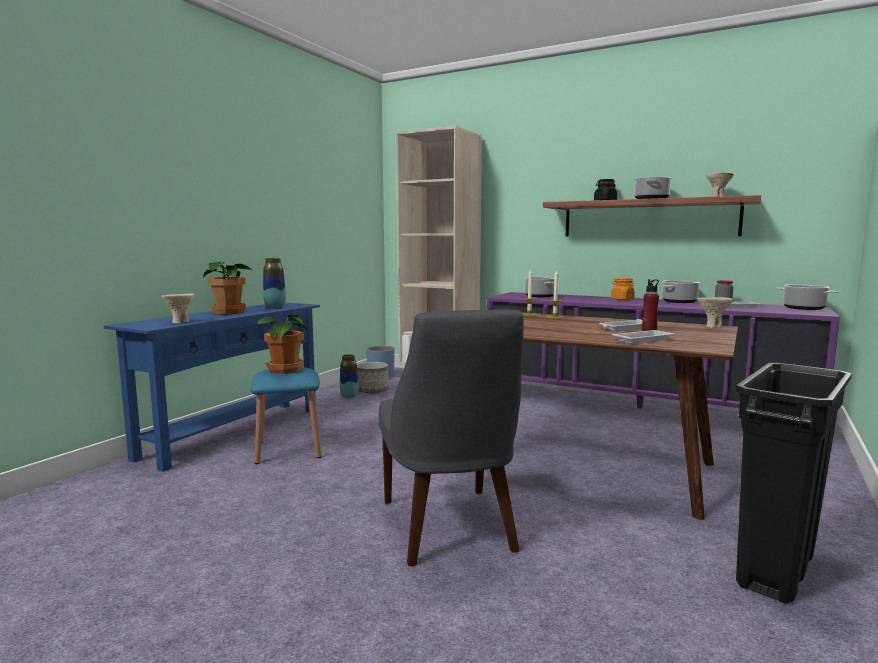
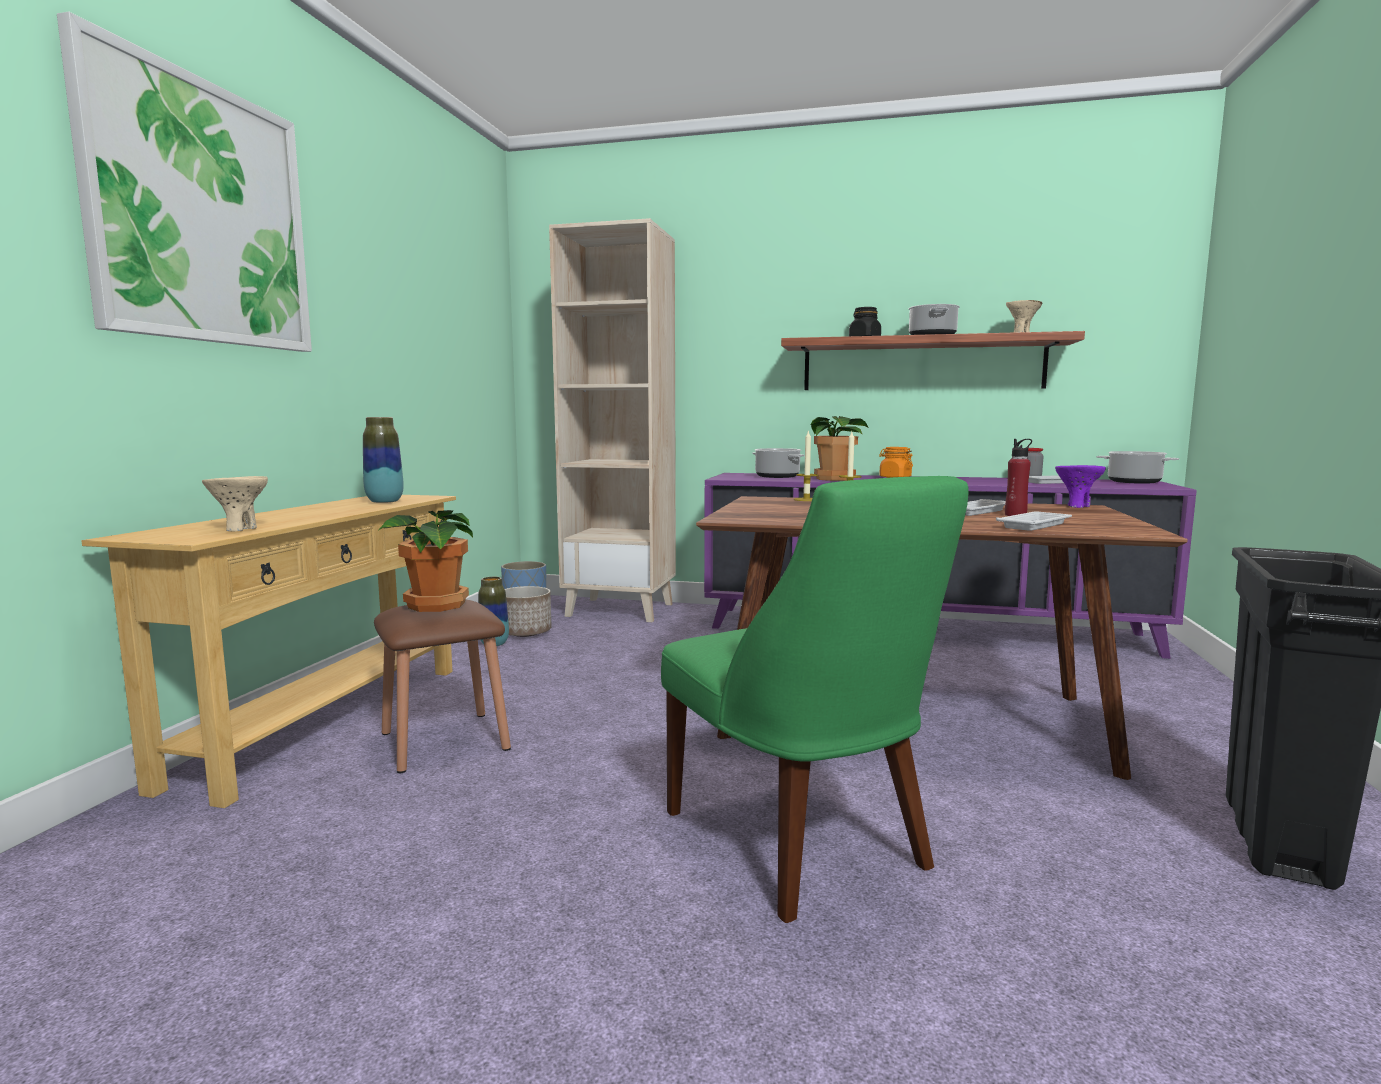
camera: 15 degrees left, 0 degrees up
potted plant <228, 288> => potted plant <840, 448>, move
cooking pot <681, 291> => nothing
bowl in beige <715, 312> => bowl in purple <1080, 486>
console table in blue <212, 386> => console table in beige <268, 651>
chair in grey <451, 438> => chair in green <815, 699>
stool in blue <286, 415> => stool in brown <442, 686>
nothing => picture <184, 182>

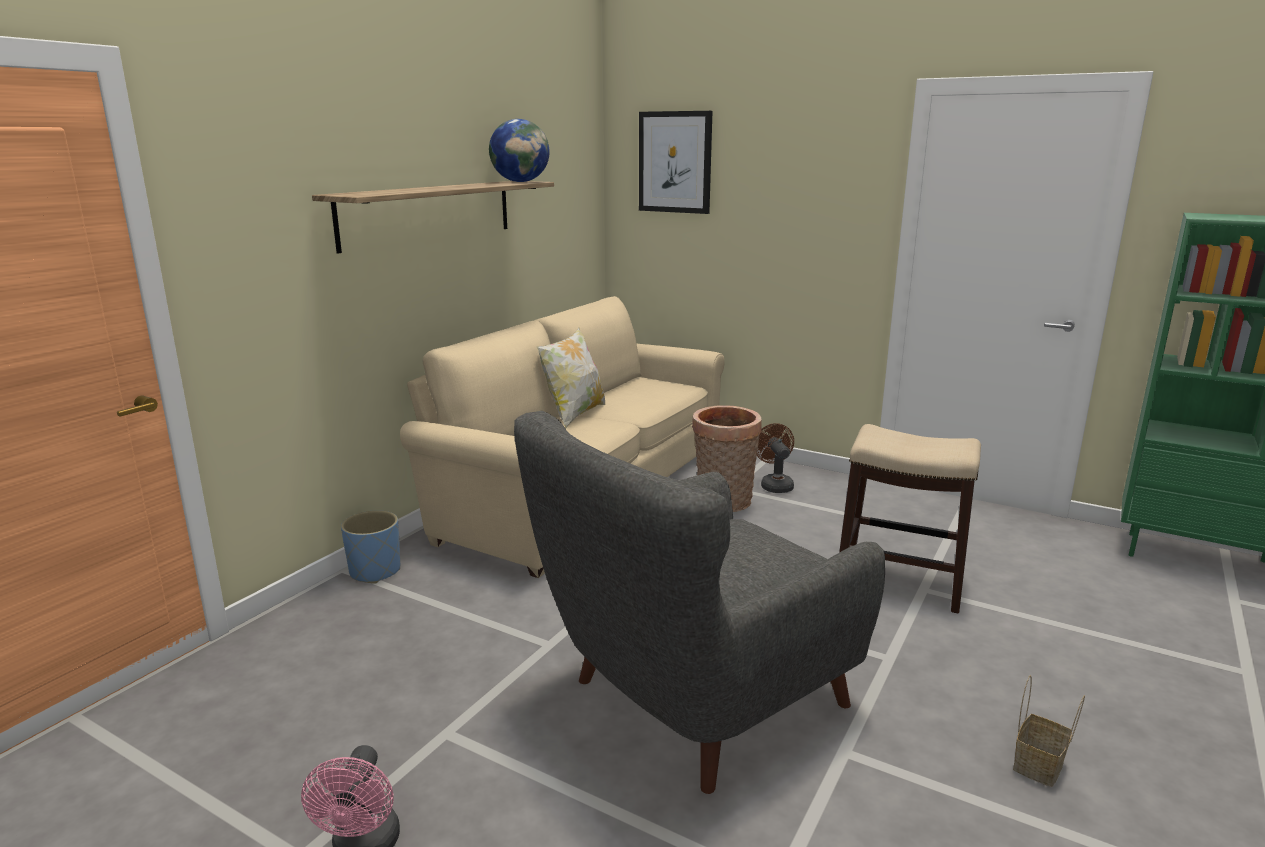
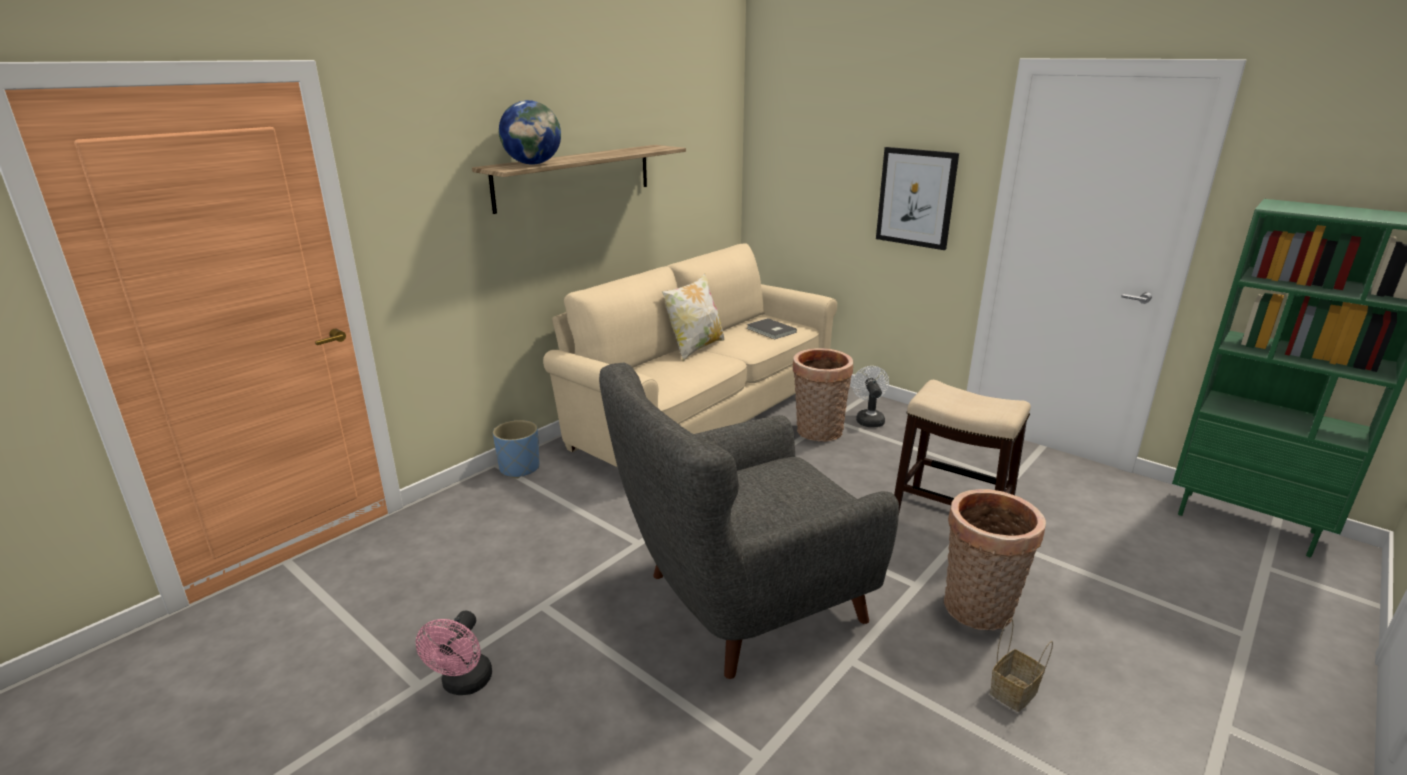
camera: 10 degrees right, 5 degrees up
picture <676, 162> => picture <917, 198>, move
globe <519, 150> => globe <530, 132>, move
fan in brown <775, 458> => fan in white <870, 396>
nothing => book in grey <771, 328>
nothing => basket <995, 560>

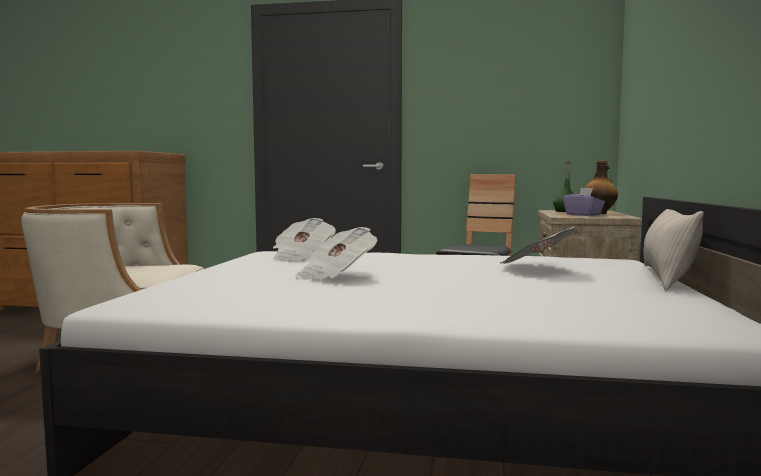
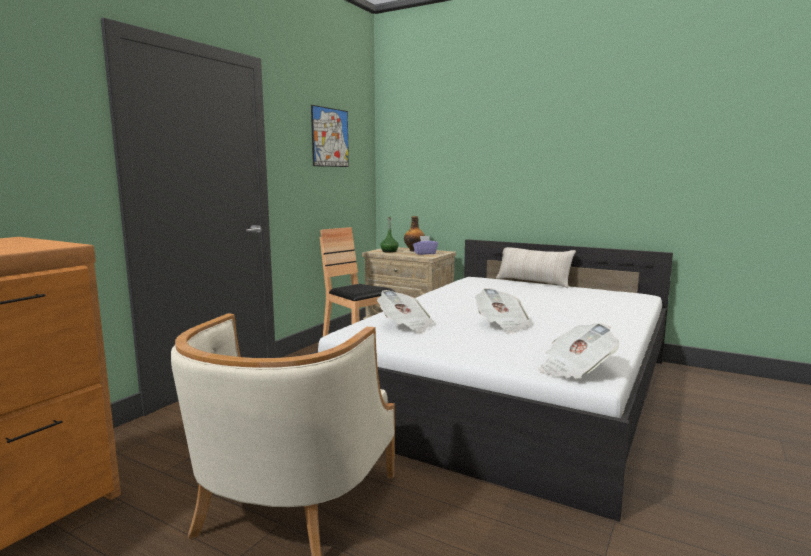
camera: 70 degrees left, 5 degrees up
newspaper <537, 245> => newspaper <579, 351>, move
nothing => picture <330, 136>

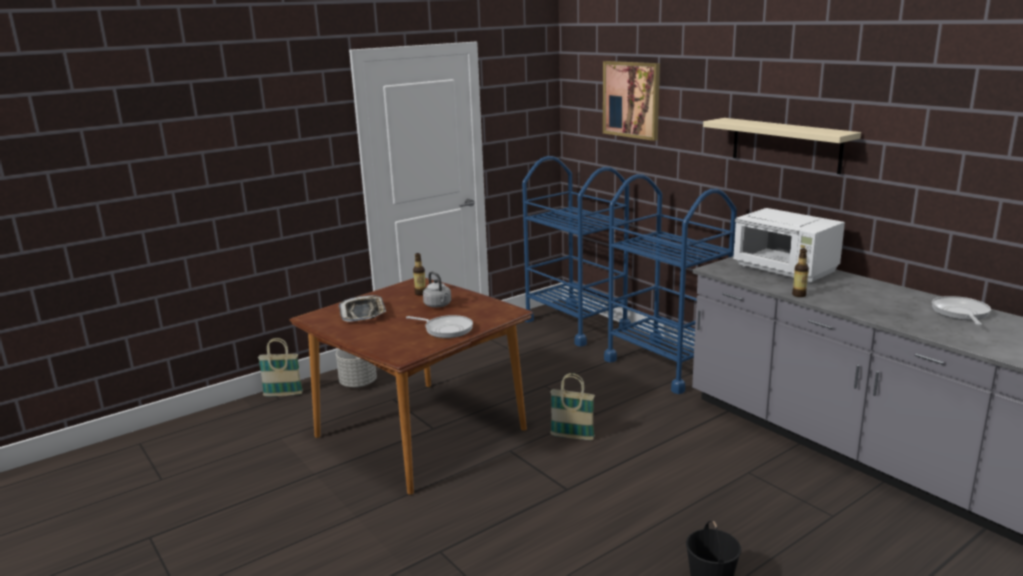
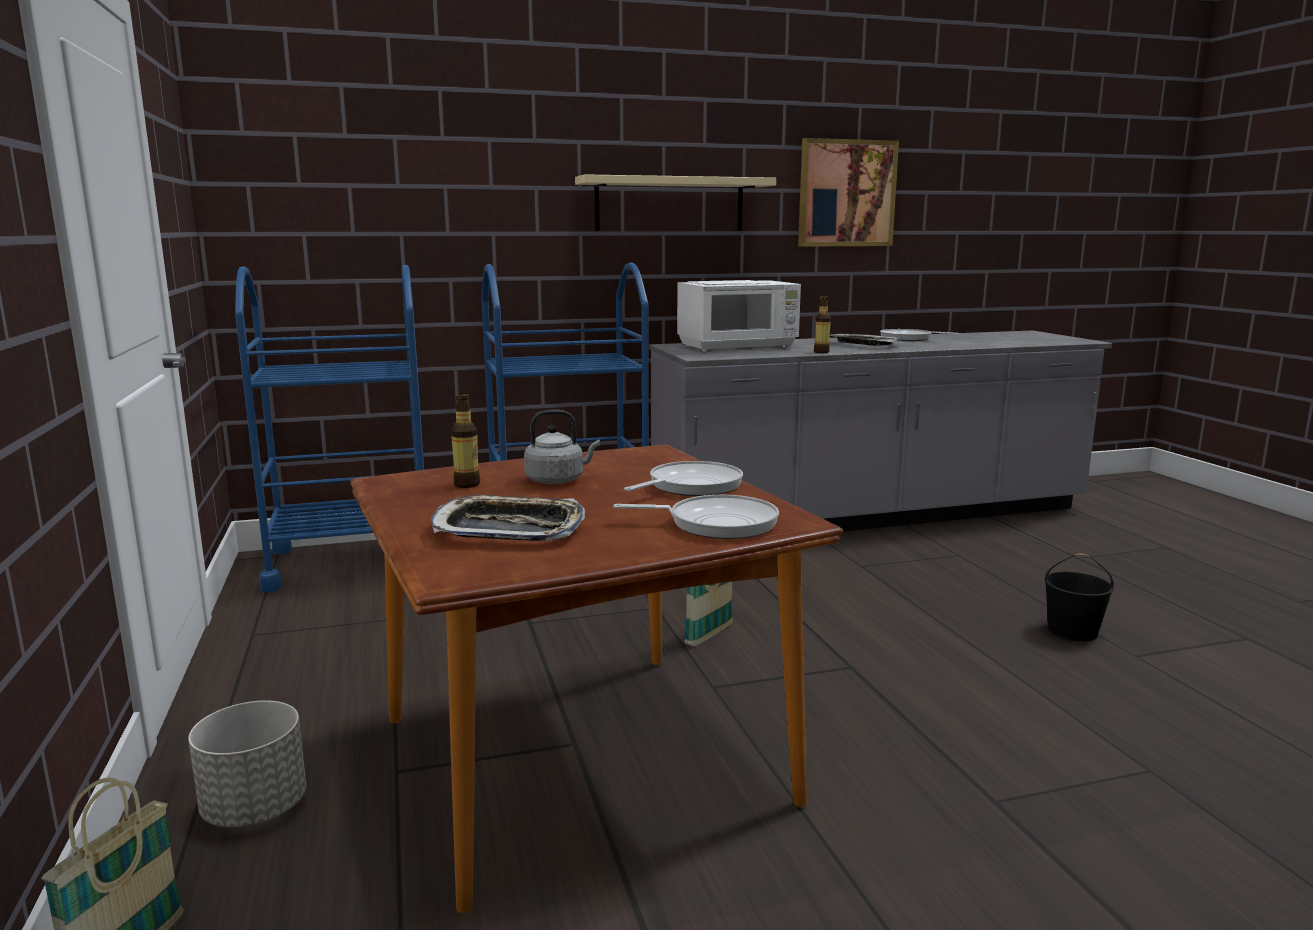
camera: 70 degrees left, 5 degrees down
picture <631, 101> => picture <848, 192>, move
nothing => tray <866, 340>
nothing => frying pan <696, 517>

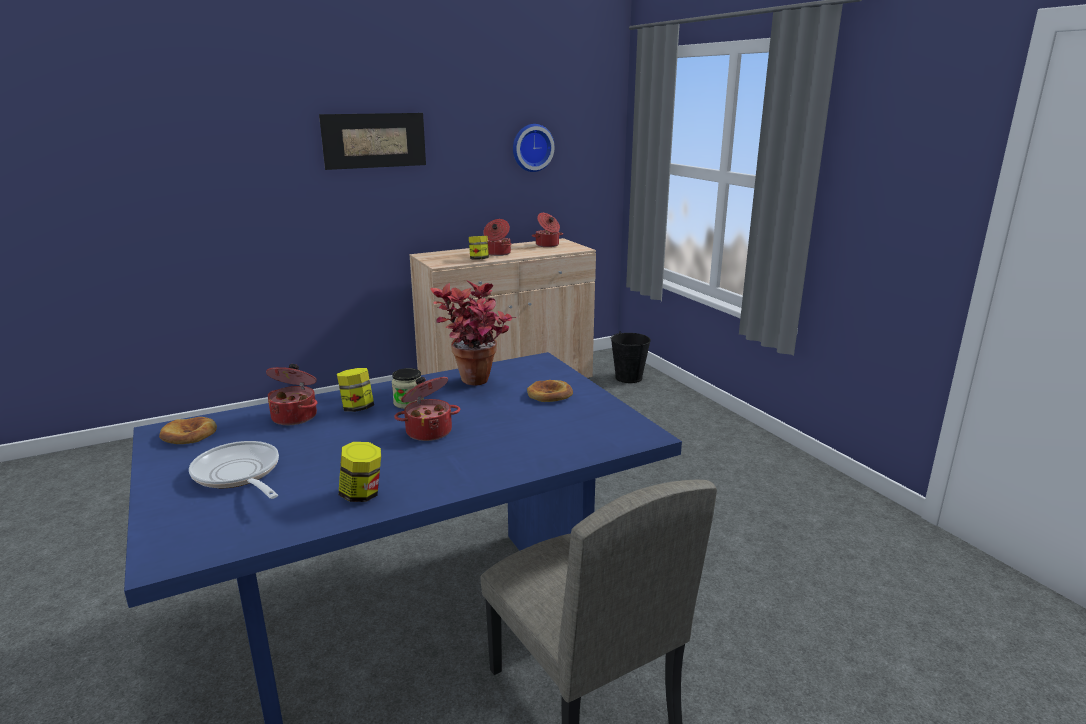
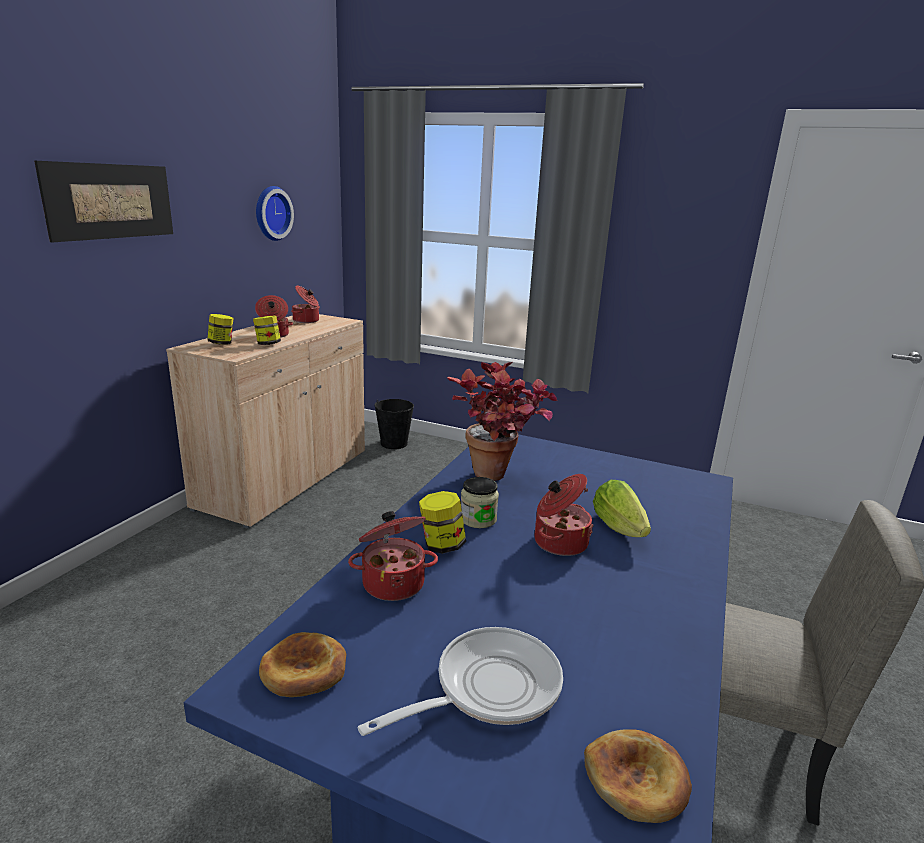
camera: 40 degrees left, 0 degrees up
bread <550, 391> => bread <638, 776>, move
frying pan <234, 470> => frying pan <460, 681>, 135 degrees clockwise
jar <360, 472> => jar <220, 329>, move
nothing => lettuce <622, 508>

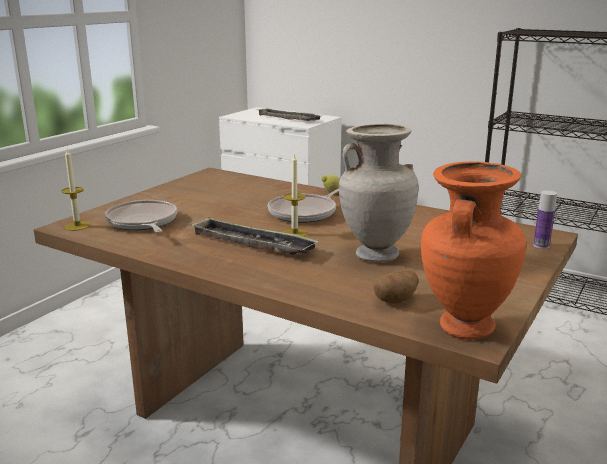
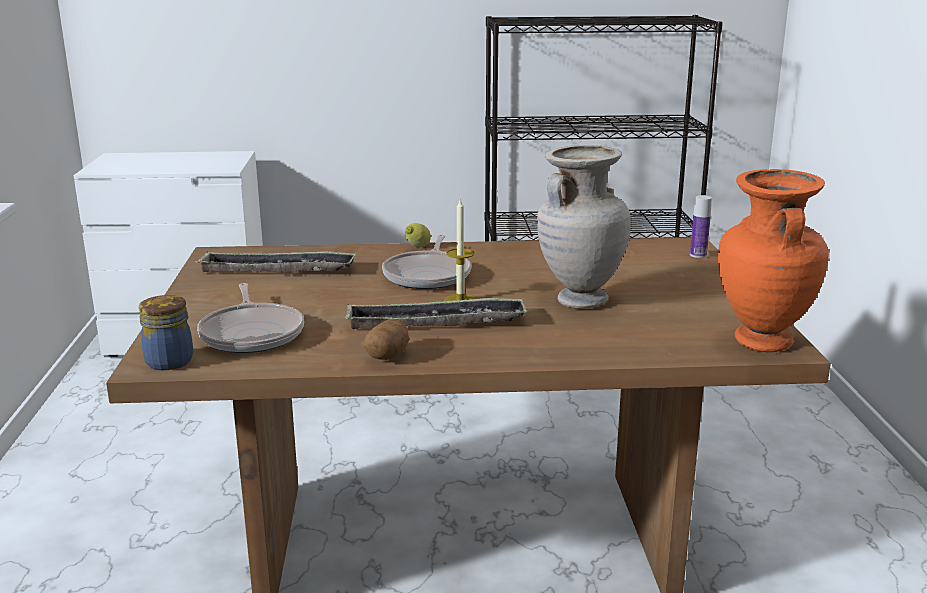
camera: 35 degrees left, 0 degrees up
tray <289, 114> => tray <276, 262>, move
candle <75, 190> => jar <166, 332>
frying pan <141, 216> => frying pan <250, 318>, 135 degrees counterclockwise
potato <396, 287> => potato <386, 339>, move

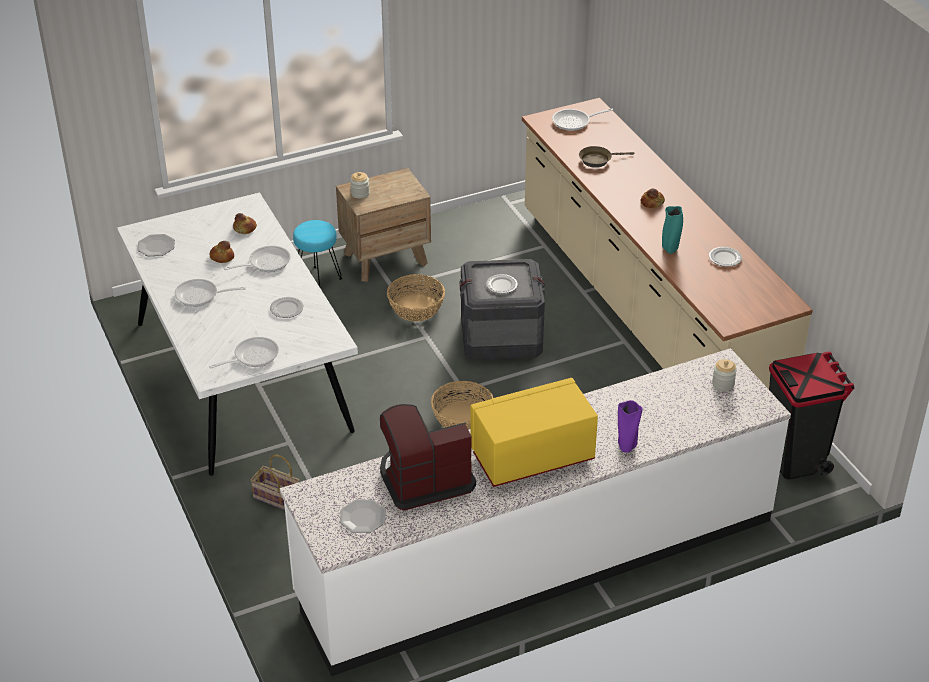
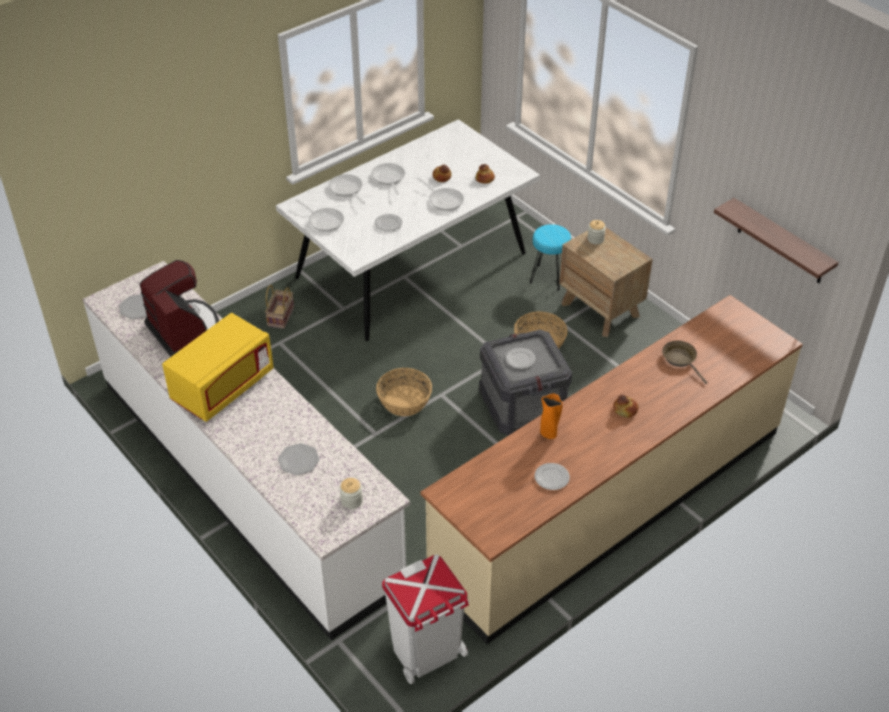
camera: 75 degrees right, 5 degrees up
frying pan <582, 120> => frying pan <346, 189>, move
vase in turquoise <672, 230> => vase in orange <551, 416>
plate <156, 245> => plate <299, 459>, move
trash can in black <811, 416> => trash can in white <425, 619>
microwave in yellow <534, 432> => microwave in yellow <218, 367>, 75 degrees clockwise
vase in purple <630, 426> => nothing
nothing => shelf <776, 240>

